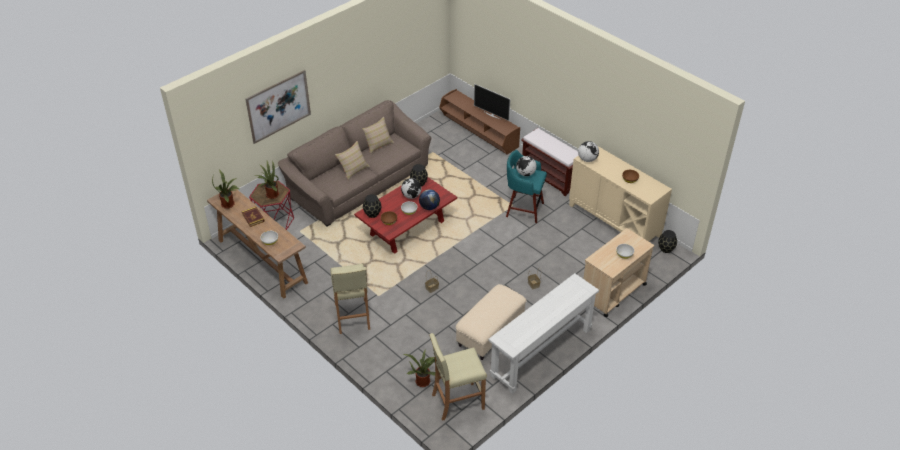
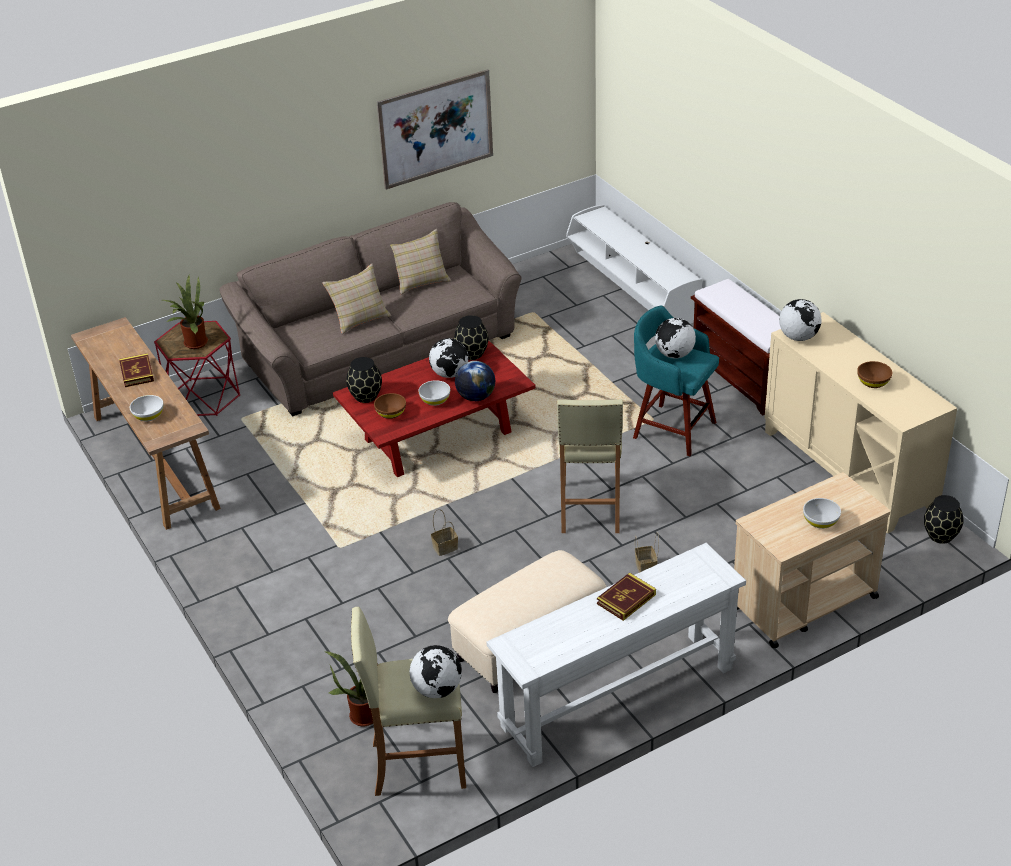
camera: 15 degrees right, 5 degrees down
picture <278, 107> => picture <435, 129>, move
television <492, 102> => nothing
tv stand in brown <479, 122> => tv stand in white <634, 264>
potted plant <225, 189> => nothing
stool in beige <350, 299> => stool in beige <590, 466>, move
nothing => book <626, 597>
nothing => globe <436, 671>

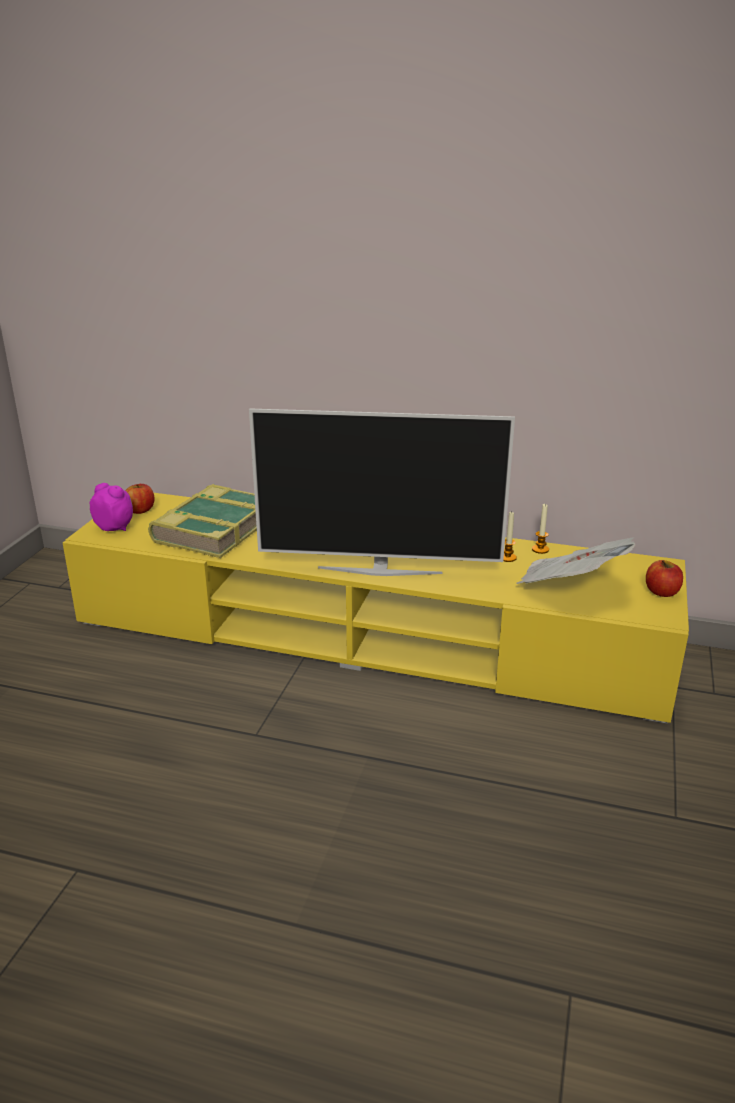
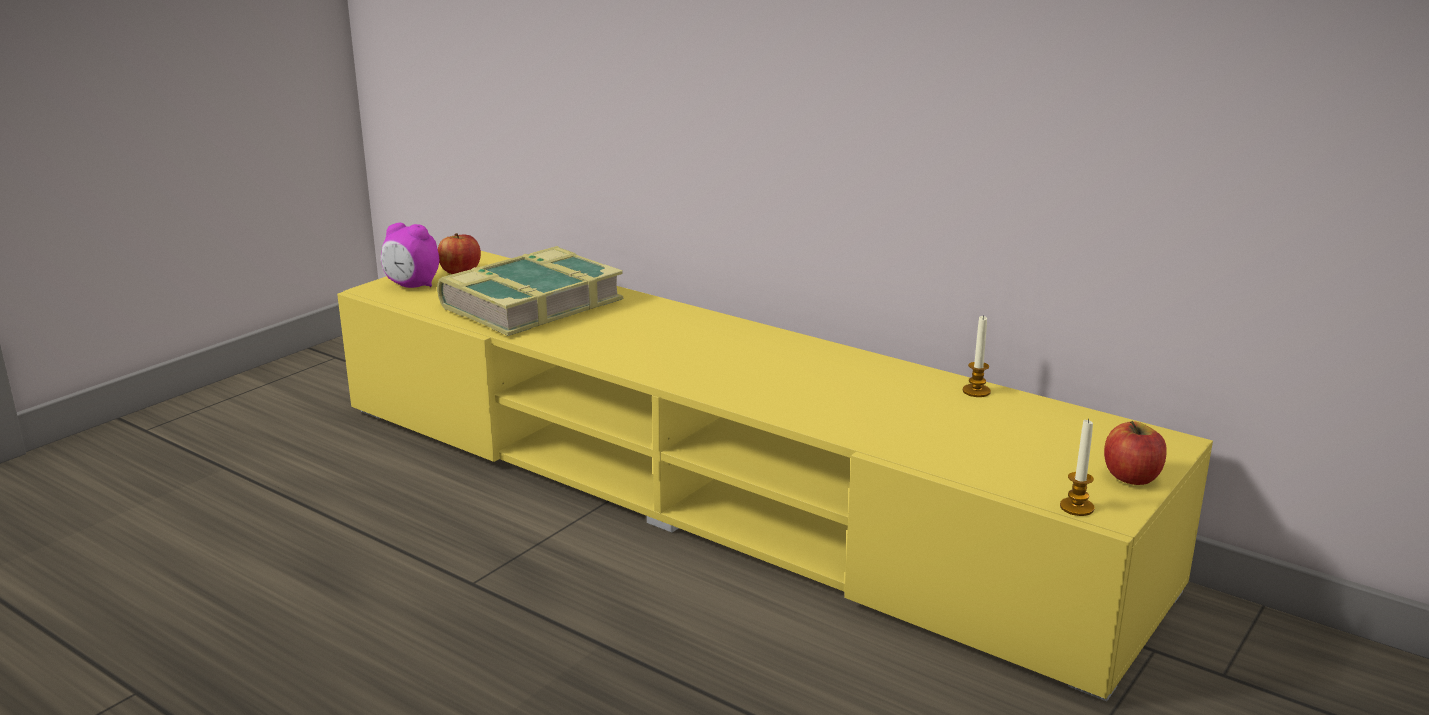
camera: 20 degrees right, 5 degrees down
television <382, 492> => nothing
alarm clock <111, 507> => alarm clock <410, 255>, 150 degrees clockwise
candle <510, 537> => candle <1077, 467>, move
newspaper <575, 560> => nothing

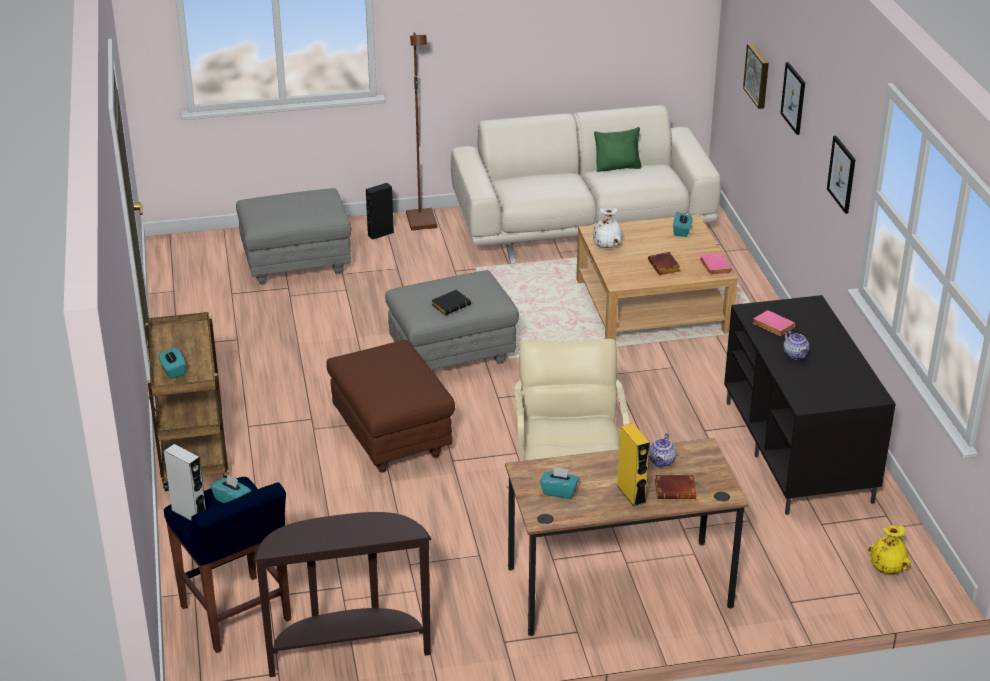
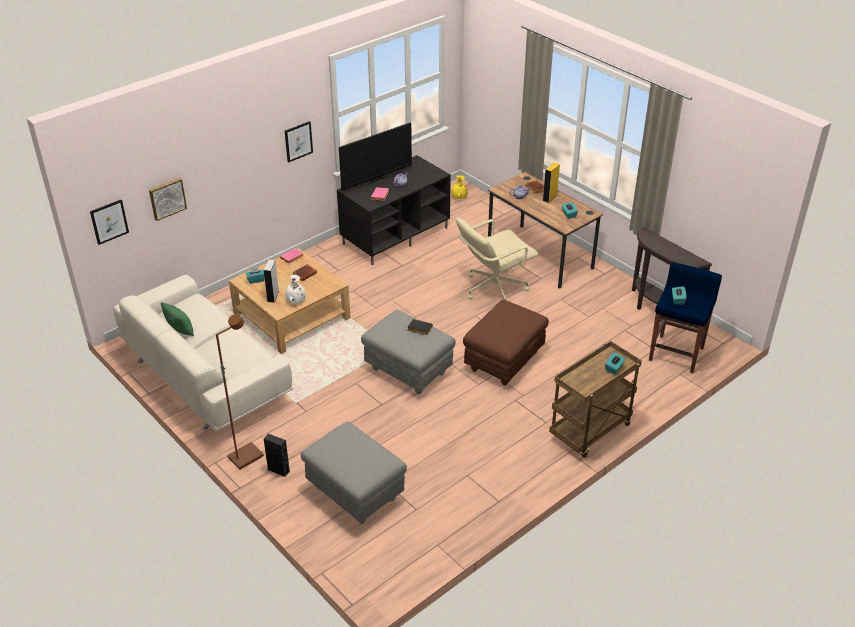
camera: 120 degrees left, 5 degrees up
picture <792, 98> => picture <109, 222>, move
speaker in grey <185, 482> => speaker in grey <271, 281>, move
nothing => television <375, 157>

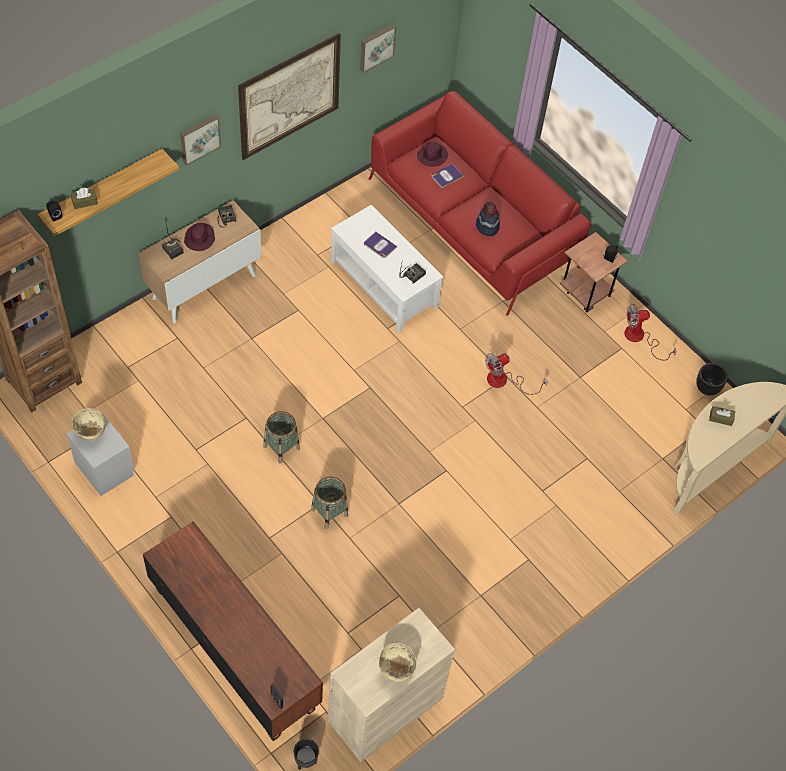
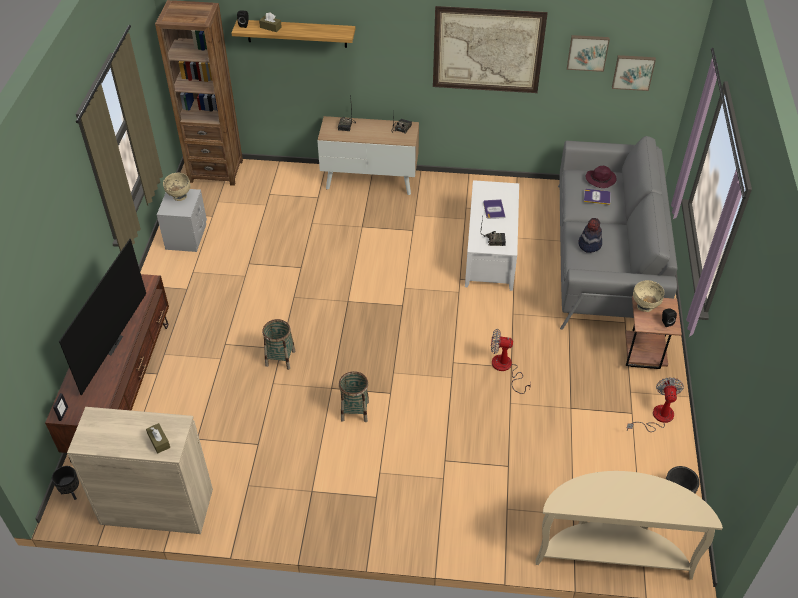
camera: 50 degrees right, 10 degrees down
sofa in red <480, 203> => sofa in grey <618, 232>
picture <200, 140> => picture <634, 73>, move
hat in purple <199, 237> => nothing
fan <650, 332> => fan <655, 404>, 60 degrees clockwise
tissue box in brown <722, 416> => tissue box in brown <158, 438>, move
basket <281, 437> => basket <354, 396>, move
bowl in beige <398, 663> => bowl in beige <648, 296>, move
nothing => television <102, 317>

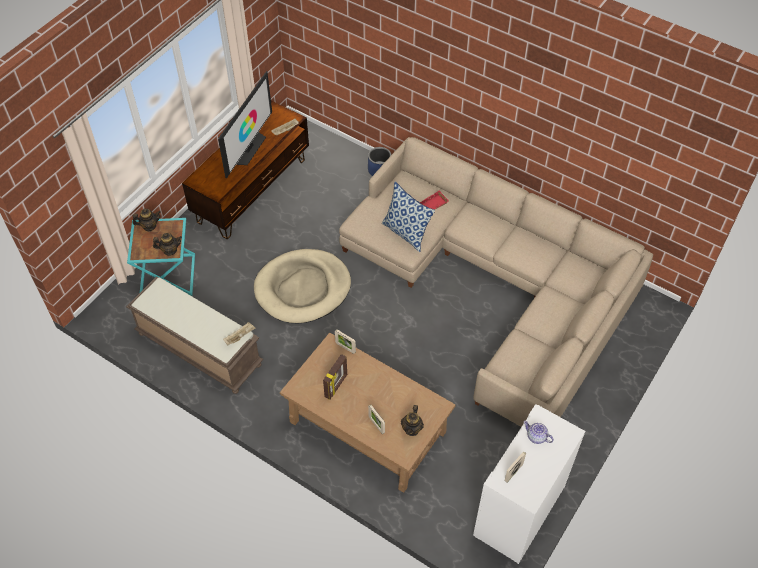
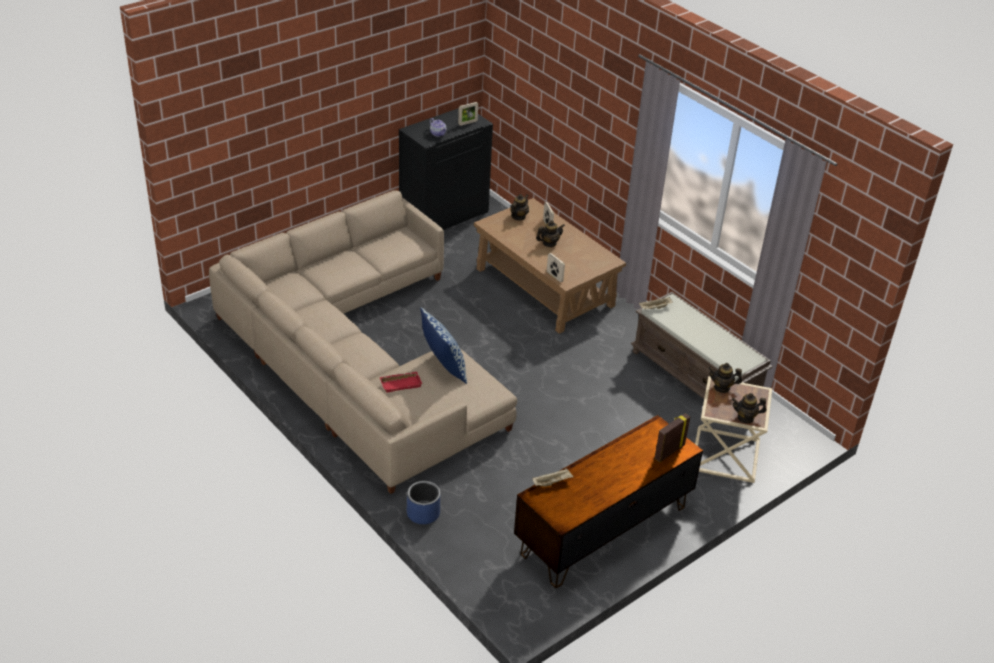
camera: 165 degrees left, 15 degrees down
television <245, 125> => nothing
side table in turquoise <161, 257> => side table in beige <733, 429>
dog bed in beige <302, 286> => nothing
picture frame <335, 377> => picture frame <672, 438>, move
cabinet in white <529, 484> => cabinet in black <446, 169>
nothing => teapot <550, 233>

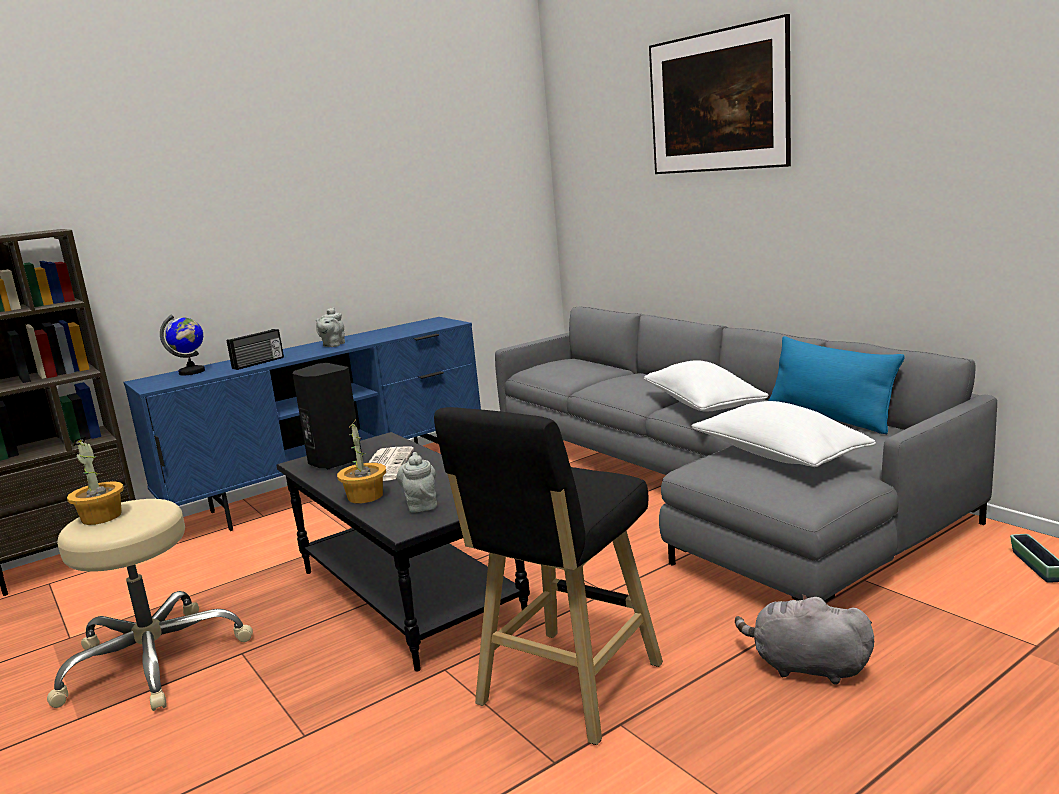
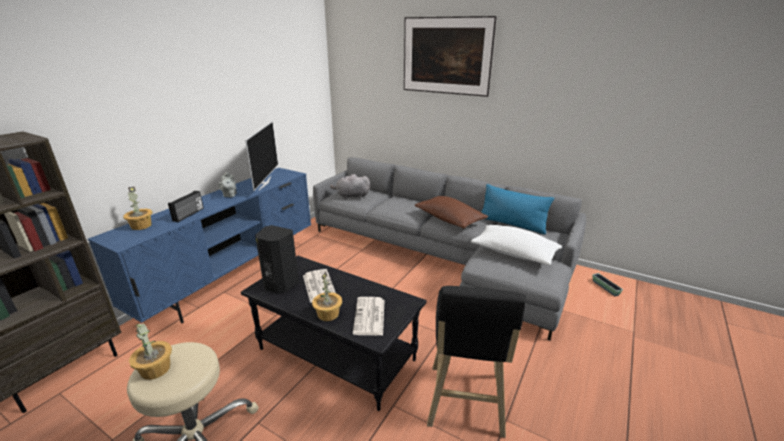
camera: 25 degrees left, 10 degrees up
globe <182, 344> => potted plant <137, 208>
pillow in white <706, 386> => pillow in brown <451, 212>
teapot in grey <417, 482> => newspaper <368, 316>
plush toy in grey <804, 639> => plush toy in grey <350, 186>, move
nothing => television <261, 156>

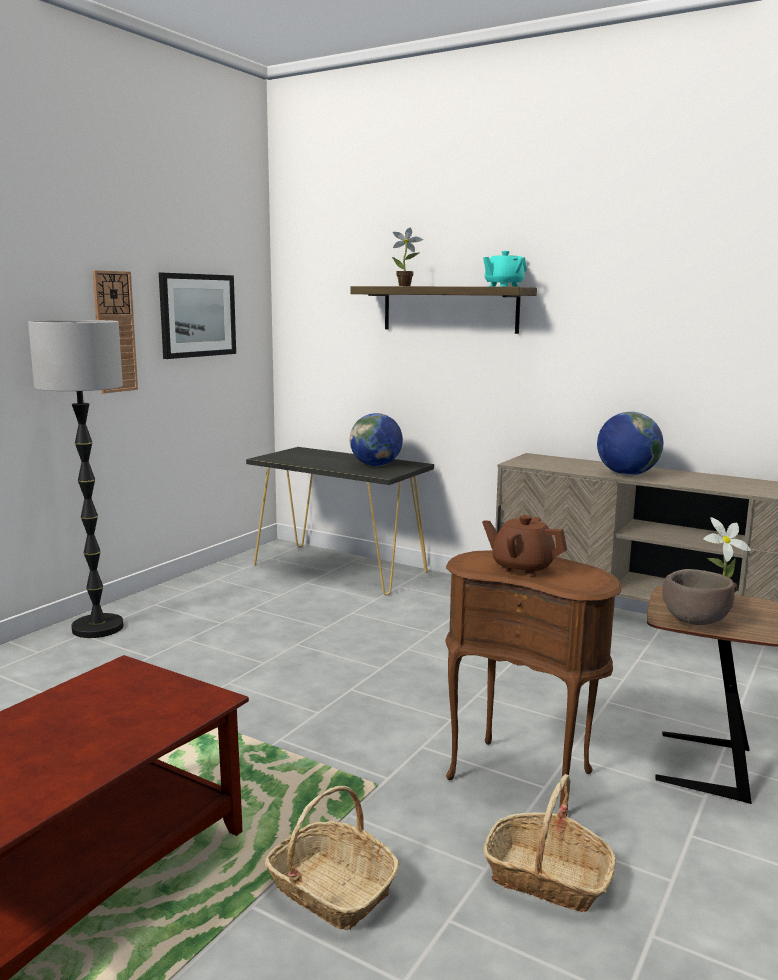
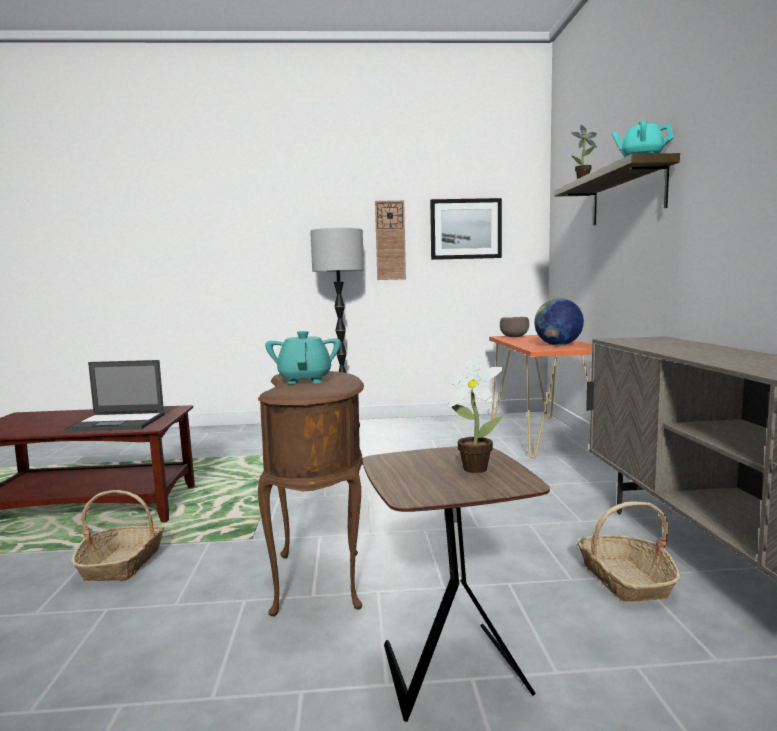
camera: 55 degrees right, 5 degrees down
globe <630, 443> => nothing
console table in black <340, 521> => console table in orange <540, 396>
teapot in brown <524, 546> => teapot in turquoise <303, 357>
bowl in brown <698, 597> => bowl in brown <514, 327>, move
basket <549, 843> => basket <629, 551>, move
nothing => laptop <114, 396>

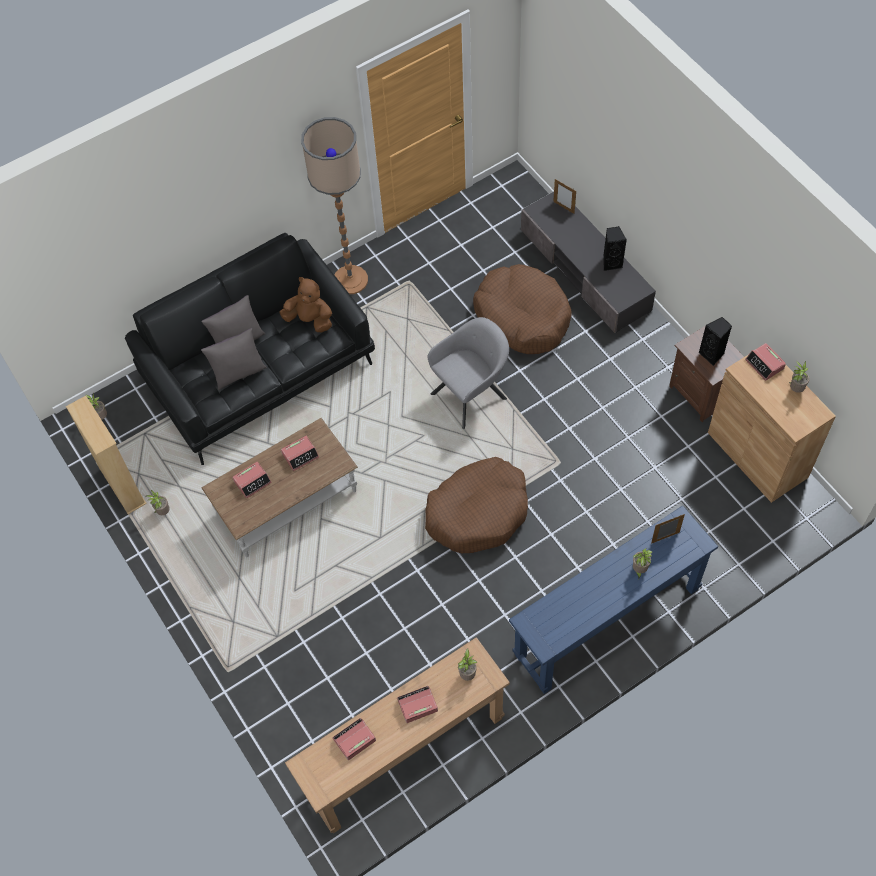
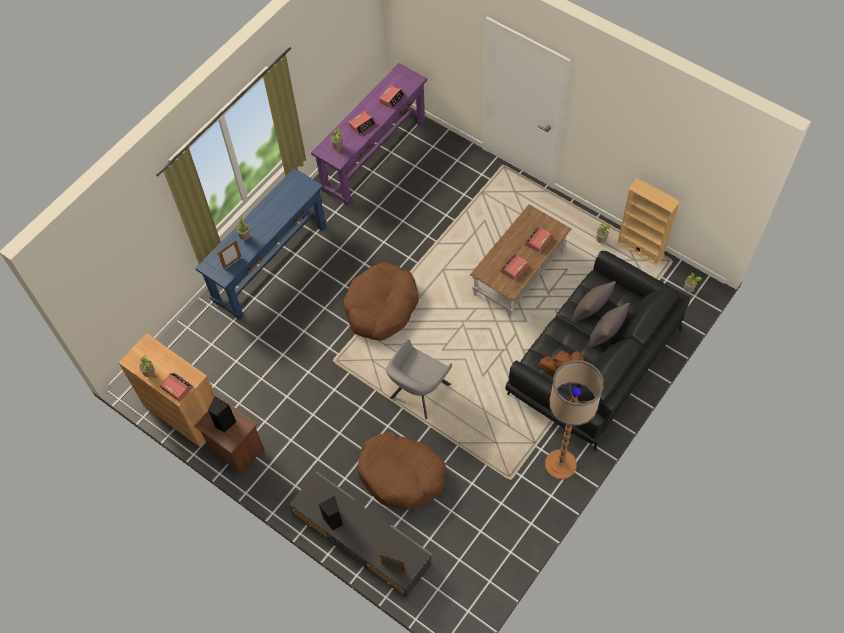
camera: 160 degrees right, 0 degrees up
console table in brown <397, 735> => console table in purple <369, 134>

